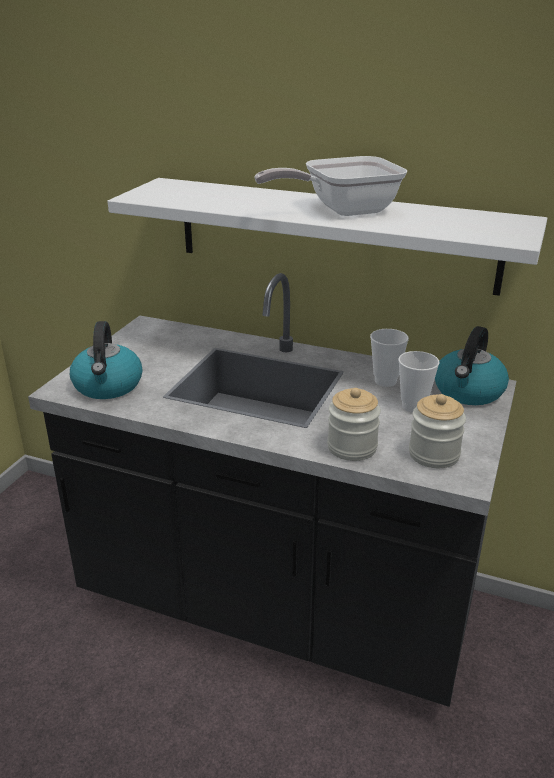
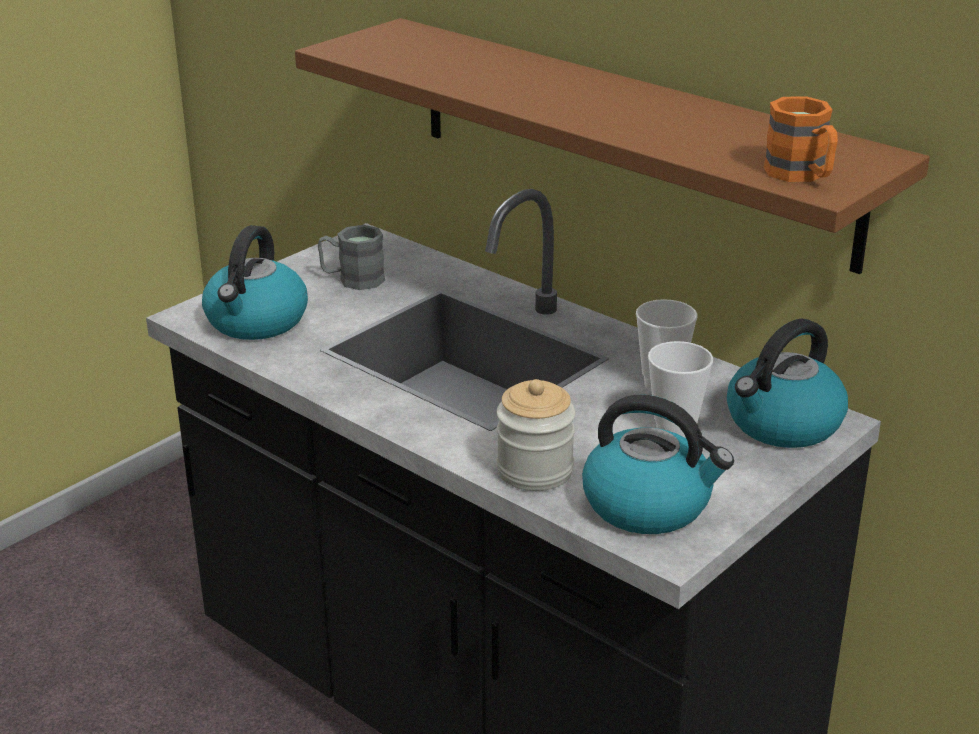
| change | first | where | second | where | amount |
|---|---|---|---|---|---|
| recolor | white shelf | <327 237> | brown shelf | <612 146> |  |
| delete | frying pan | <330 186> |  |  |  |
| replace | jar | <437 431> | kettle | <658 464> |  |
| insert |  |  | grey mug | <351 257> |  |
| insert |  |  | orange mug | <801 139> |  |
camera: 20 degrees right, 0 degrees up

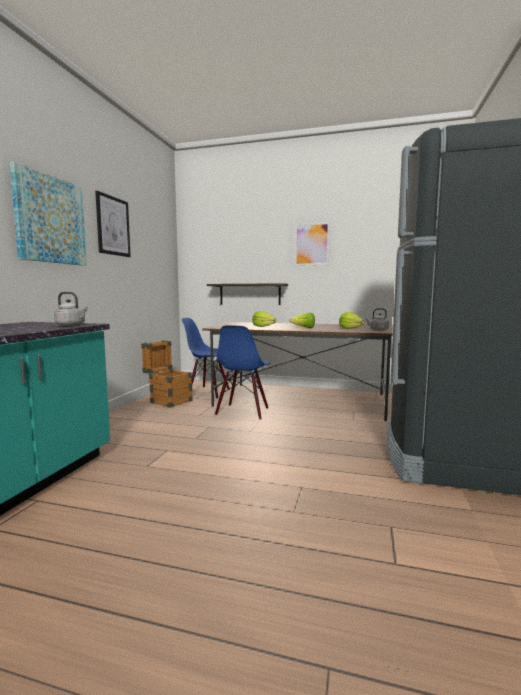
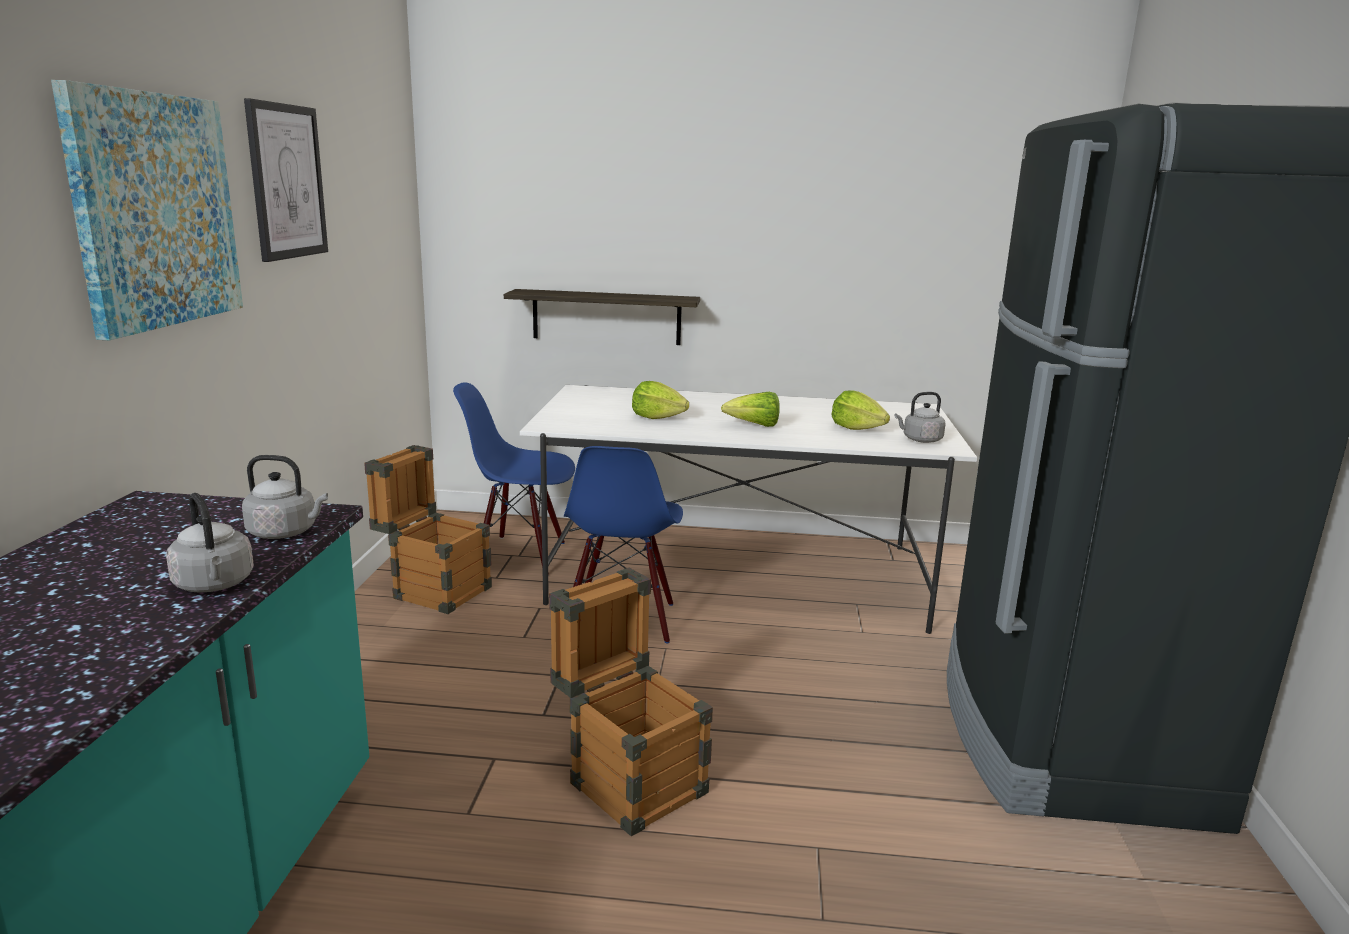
| change | first | where | second | where | amount |
|---|---|---|---|---|---|
| recolor | brown dining table | <297 371> | white dining table | <748 509> |  |
| delete | picture | <312 244> |  |  |  |
| insert |  |  | grey kettle | <210 543> |  |
| insert |  |  | crate | <631 702> |  |
camera: 10 degrees left, 10 degrees up

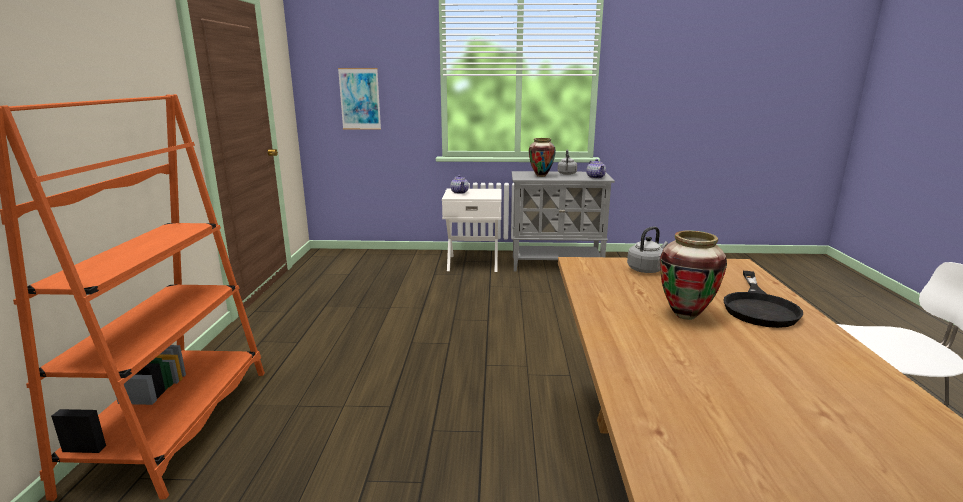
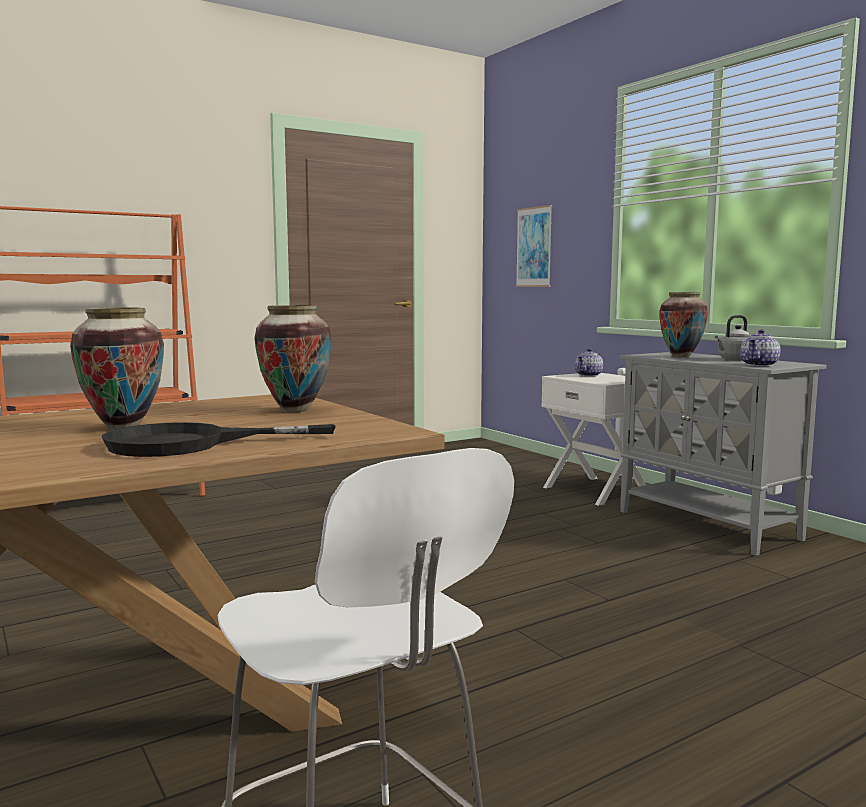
| change | first | where | second | where | amount |
|---|---|---|---|---|---|
| replace | grey kettle | <647 249> | vase | <293 358> |  |
camera: 55 degrees right, 10 degrees down

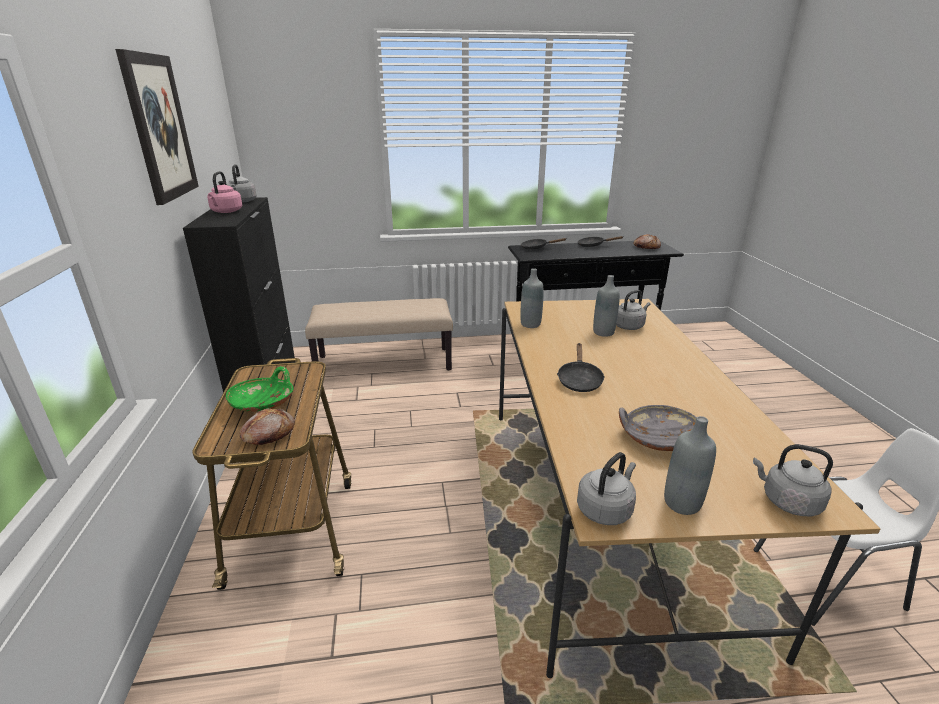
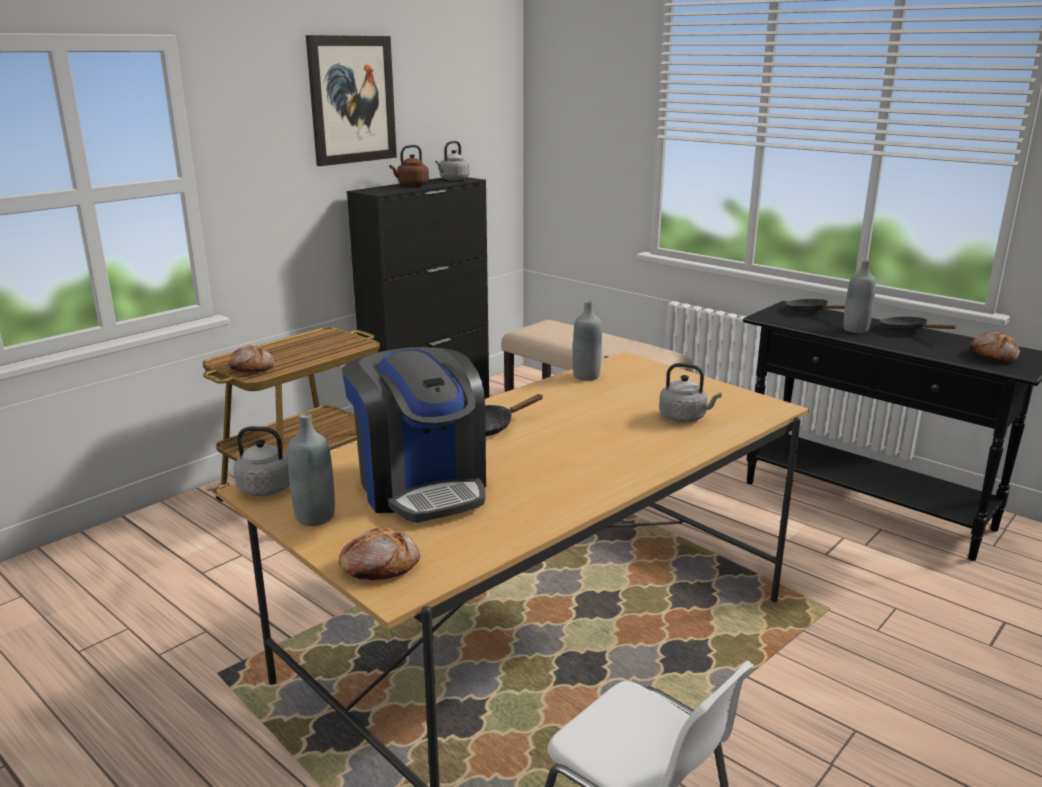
| change | first | where | second | where | amount |
|---|---|---|---|---|---|
| recolor | pink kettle | <224 192> | brown kettle | <409 165> |  |
| delete | green bowl | <260 389> |  |  |  |
| move | grey bottle | <606 306> |  | <859 296> |  |
| replace | grey bowl | <658 428> | coffee machine | <414 435> |  |
| replace | grey kettle | <793 480> | bread | <379 553> |  |
camera: 50 degrees right, 5 degrees down

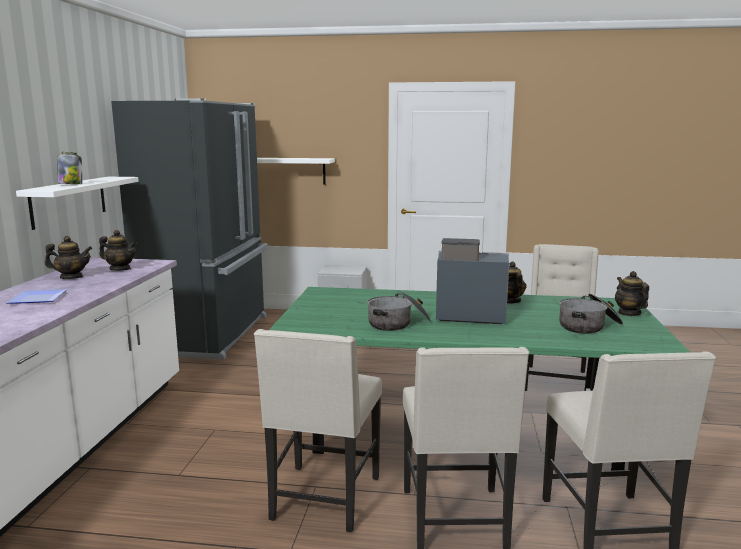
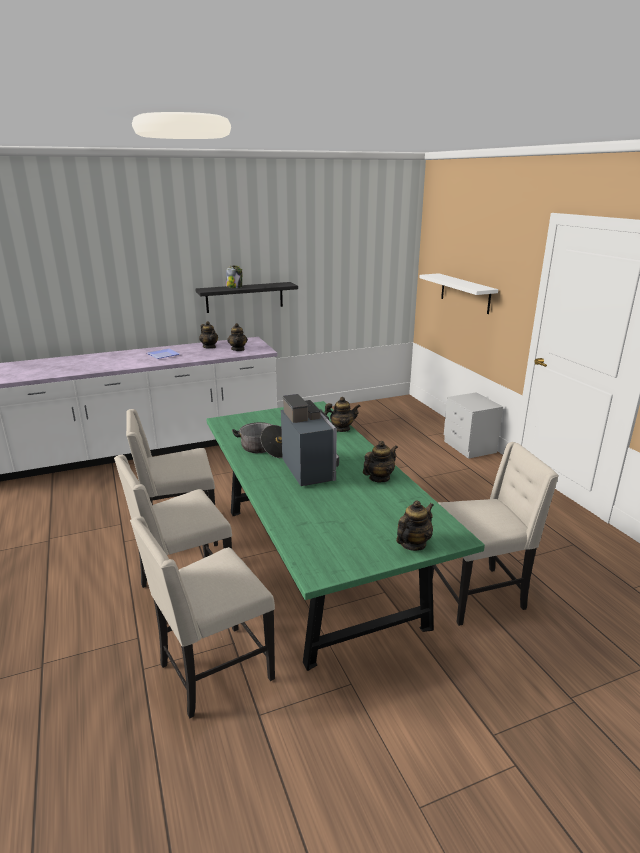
| change | first | where | second | where | amount |
|---|---|---|---|---|---|
| recolor | white shelf | <77 203> | black shelf | <246 297> |  |
| delete | black fridge | <189 229> |  |  |  |
| delete | cooking pot | <591 313> |  |  |  |
| insert |  |  | teapot | <342 414> |  |
camera: 60 degrees right, 10 degrees up

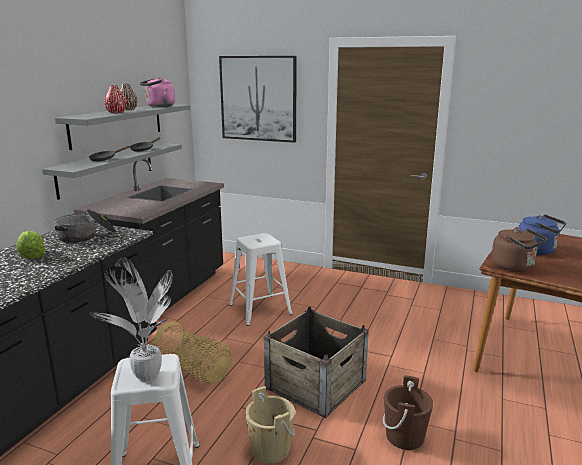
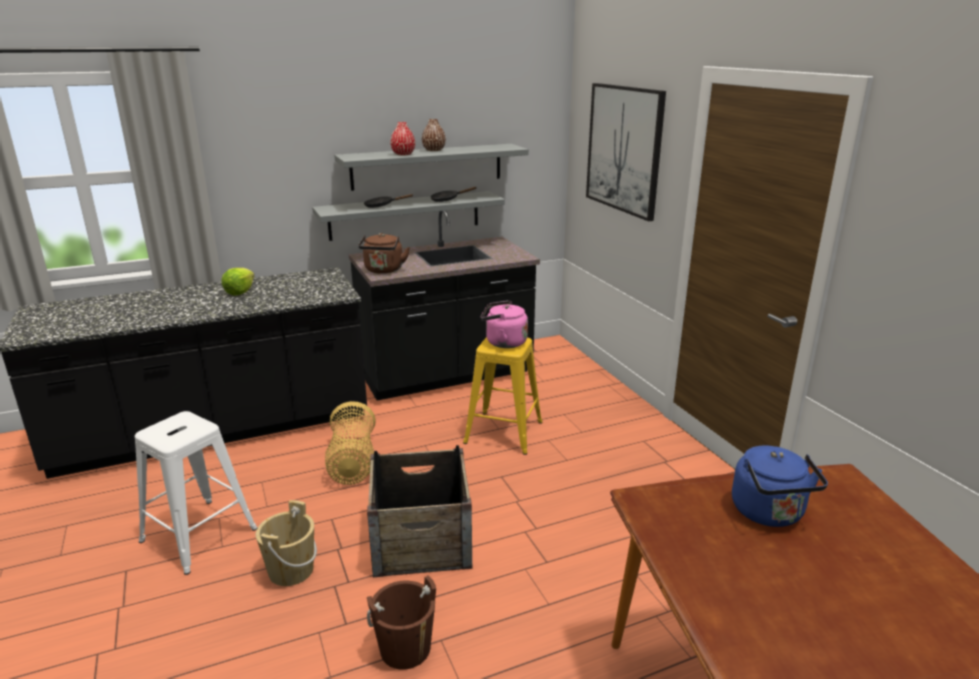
| change | first | where | second | where | amount |
|---|---|---|---|---|---|
| delete | cooking pot | <85 226> |  |  |  |
| delete | potted plant | <131 320> |  |  |  |
| move | pink kettle | <157 92> |  | <504 324> |  |
| recolor | white stool | <261 279> | yellow stool | <503 396> |  |
| move | brown kettle | <519 250> |  | <384 253> |  |
camera: 45 degrees right, 5 degrees up

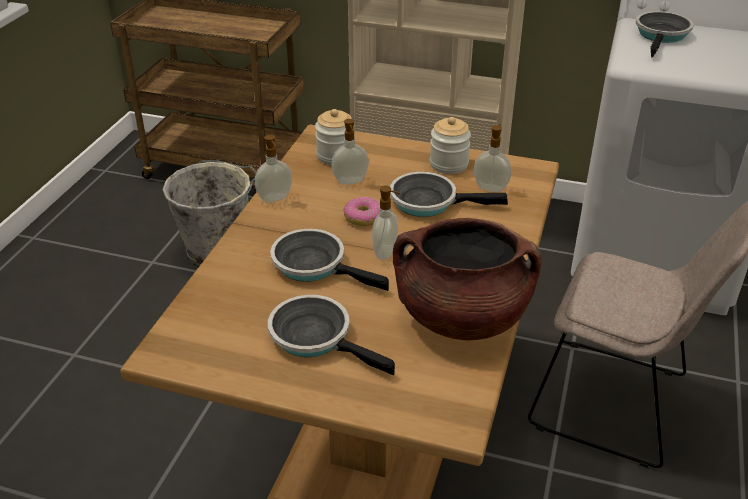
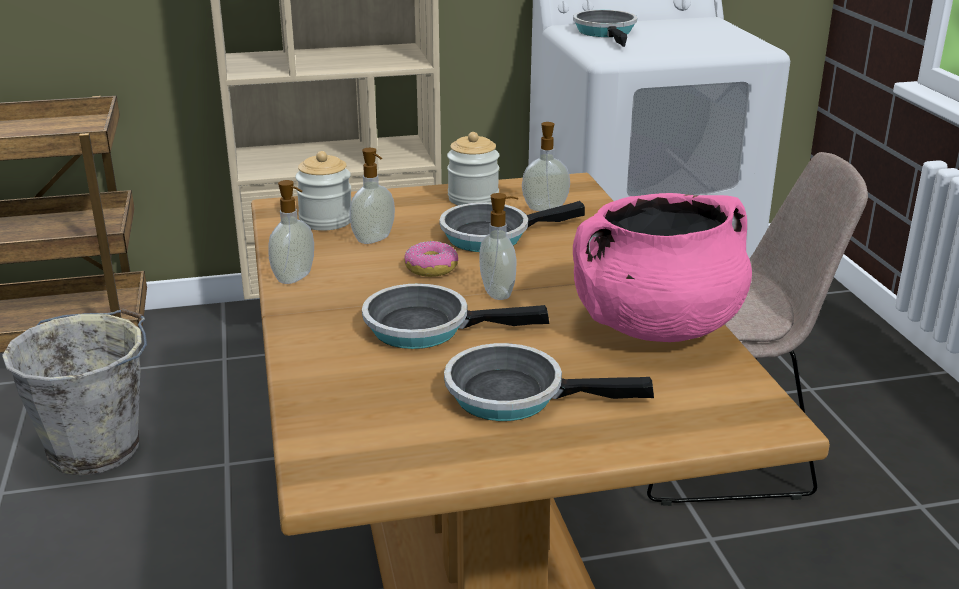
| change | first | where | second | where | amount |
|---|---|---|---|---|---|
| recolor | brown cooking pot | <467 279> | pink cooking pot | <662 267> |  |
camera: 30 degrees left, 10 degrees down

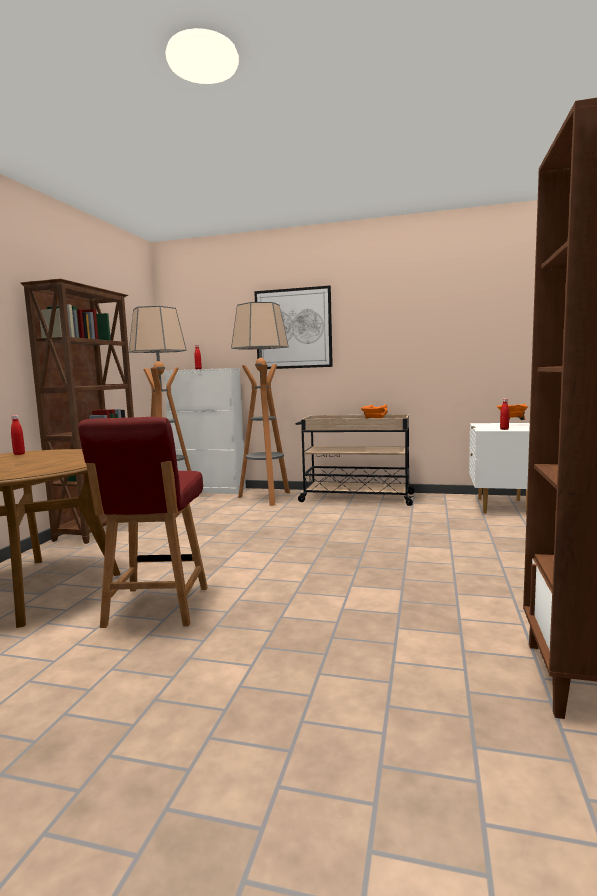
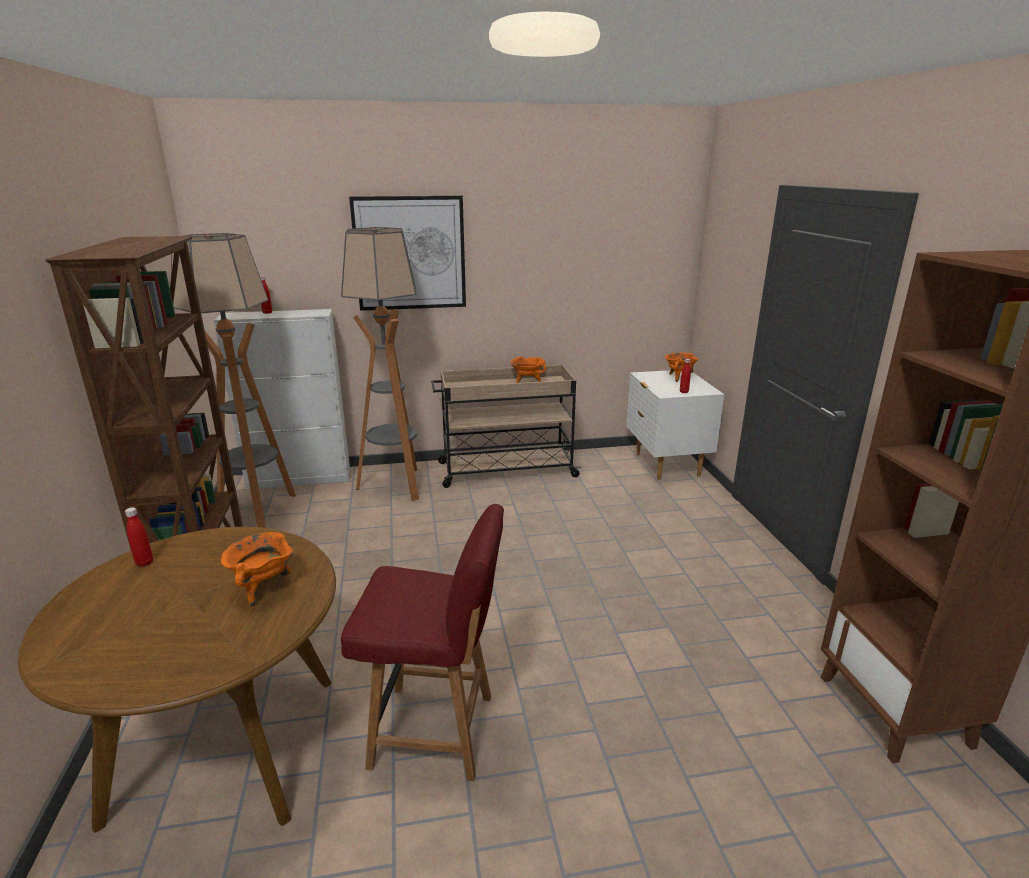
| change | first | where | second | where | amount |
|---|---|---|---|---|---|
| rotate | red chair | <143 522> |  | <422 642> | 60 degrees counterclockwise |
| insert |  |  | orange cooking pot | <257 569> |  |
camera: 25 degrees left, 15 degrees up

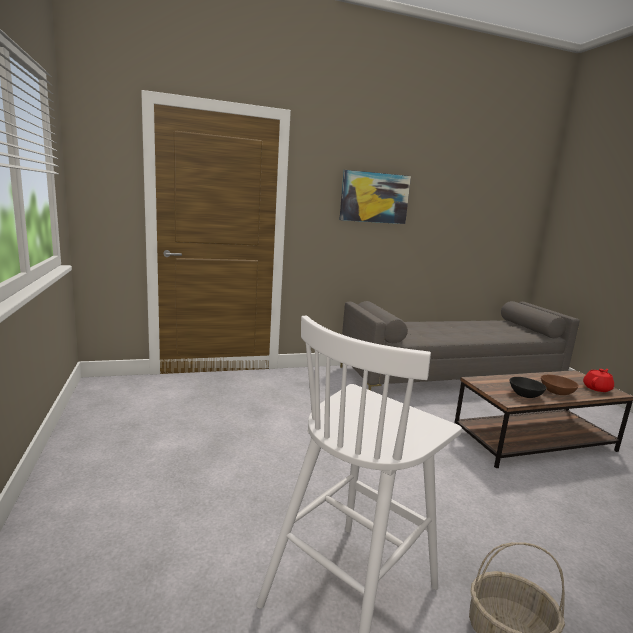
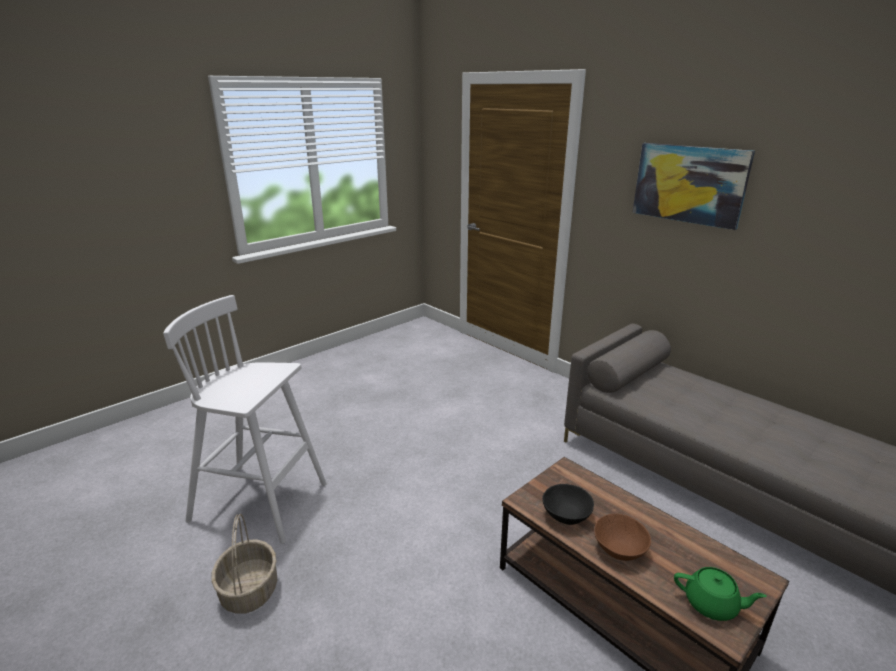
| change | first | where | second | where | amount |
|---|---|---|---|---|---|
| recolor | red teapot | <598 380> | green teapot | <720 594> |  |
camera: 65 degrees right, 10 degrees up

